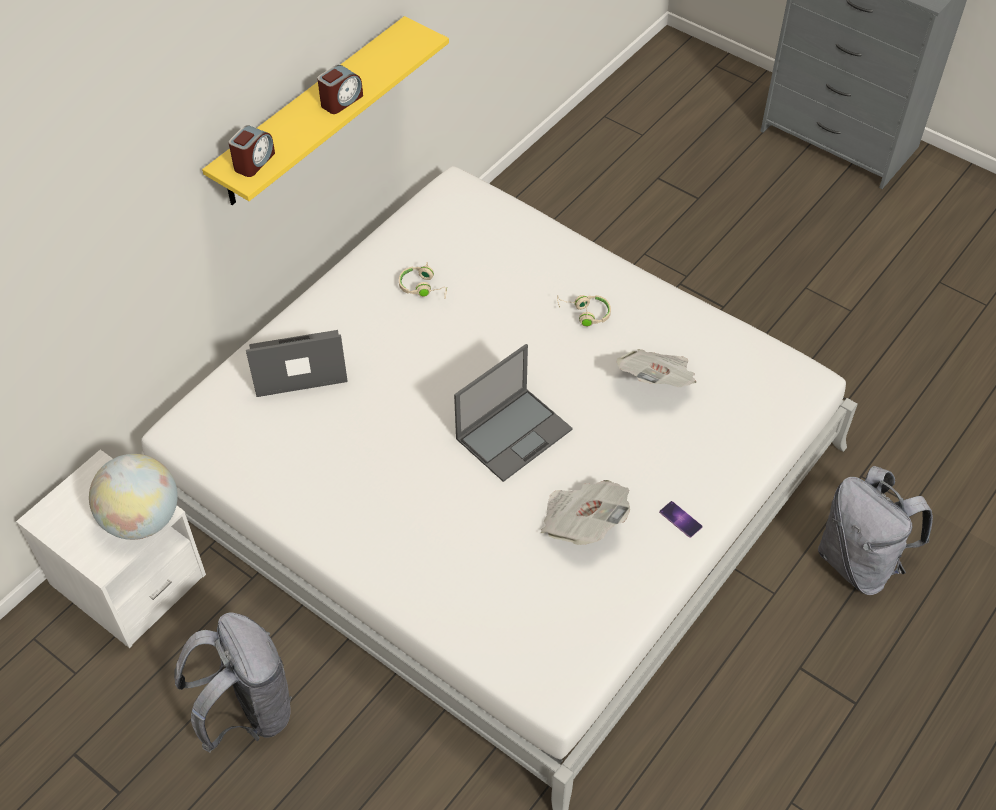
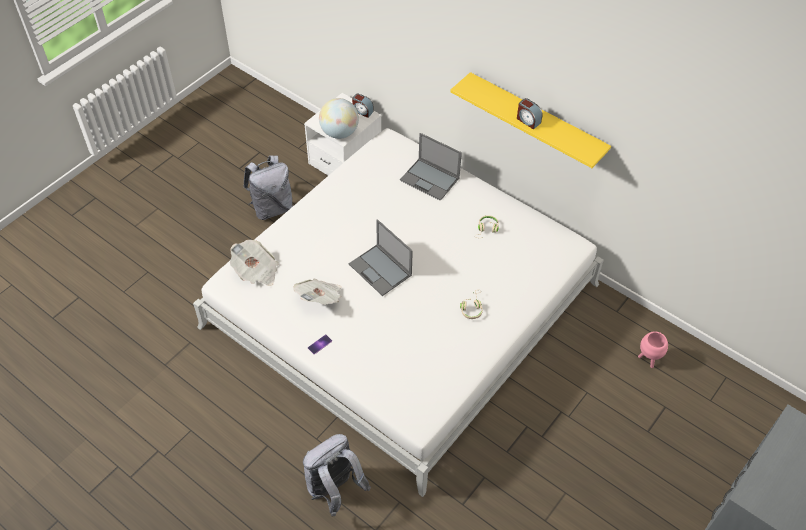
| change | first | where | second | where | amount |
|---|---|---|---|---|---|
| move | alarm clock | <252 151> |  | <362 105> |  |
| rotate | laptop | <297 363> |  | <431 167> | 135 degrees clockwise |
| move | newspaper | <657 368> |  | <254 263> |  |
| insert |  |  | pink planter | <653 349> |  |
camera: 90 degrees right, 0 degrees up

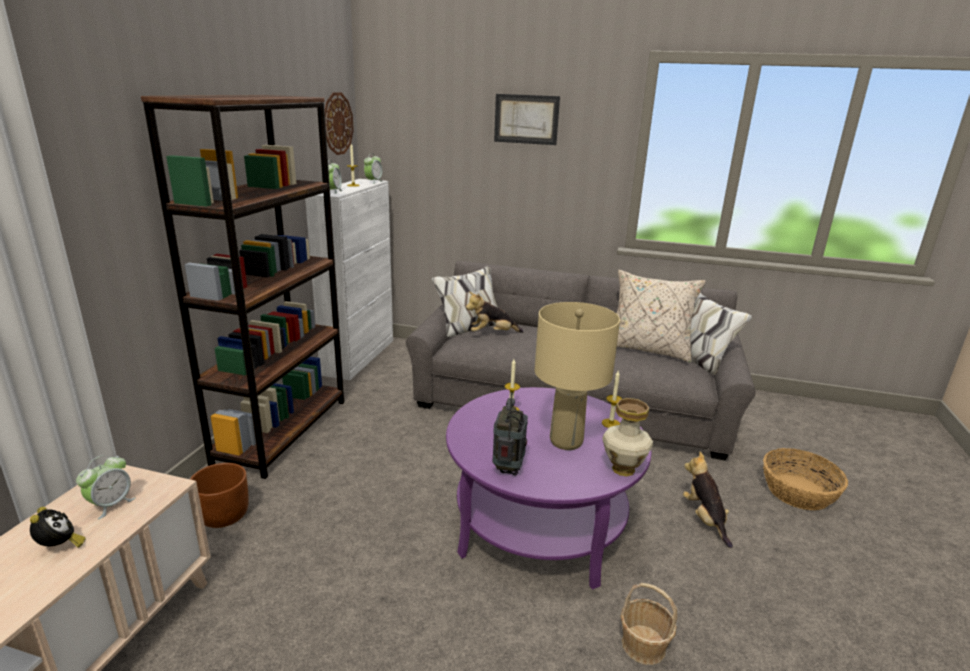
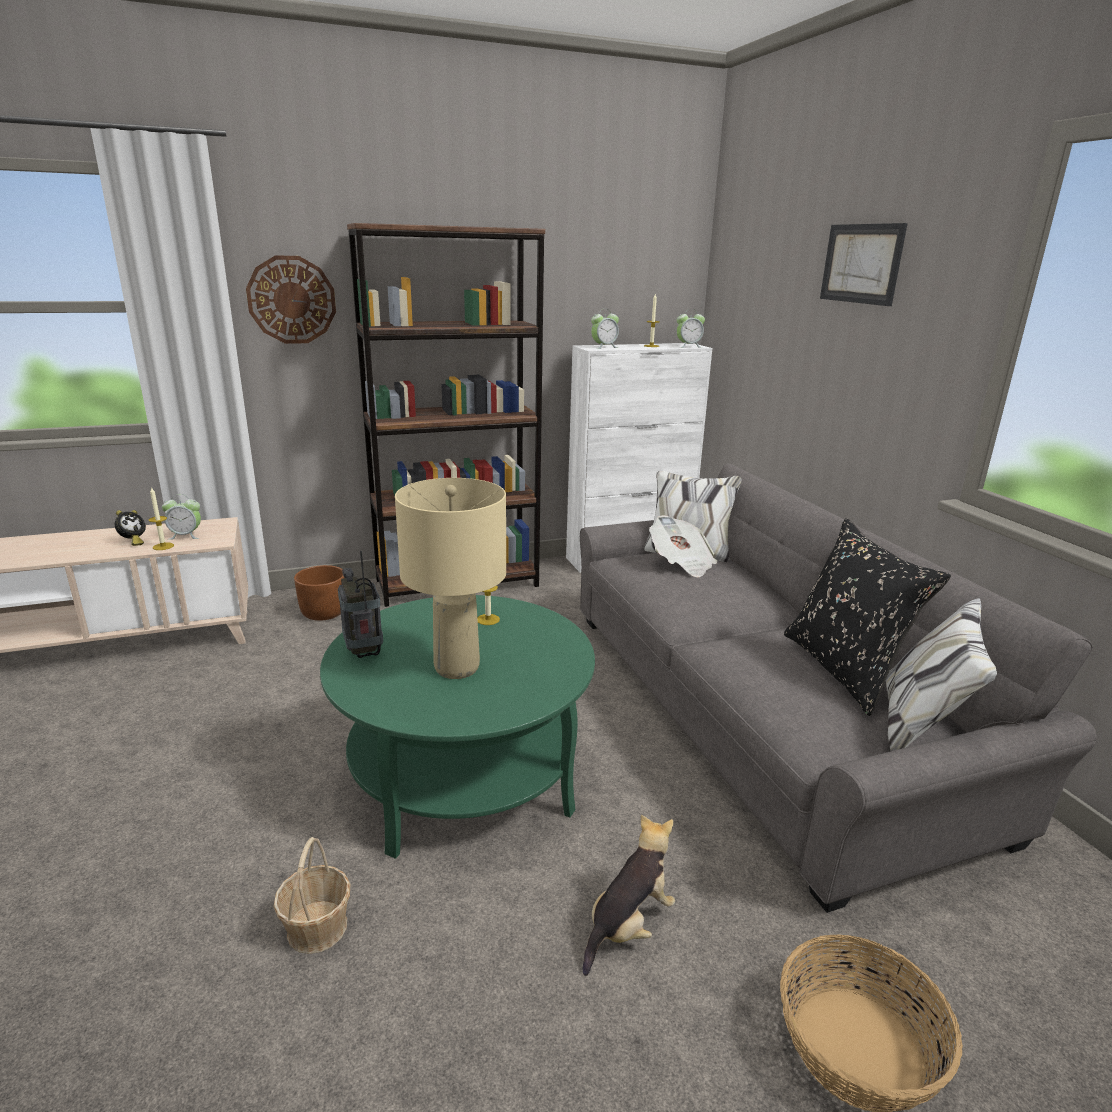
| change | first | where | second | where | amount |
|---|---|---|---|---|---|
| move | wall clock | <339 124> |  | <291 299> |  |
| recolor | purple coffee table | <548 488> | green coffee table | <457 727> |  |
| replace | plush toy | <494 312> | newspaper | <683 546> |  |
| rotate | radio | <510 433> |  | <360 604> | 90 degrees counterclockwise |
| move | candle | <612 399> |  | <161 518> |  |
| delete | vase | <627 437> |  |  |  |
| recolor | beige pillow | <661 316> | black pillow | <867 617> |  |
camera: 55 degrees right, 0 degrees up

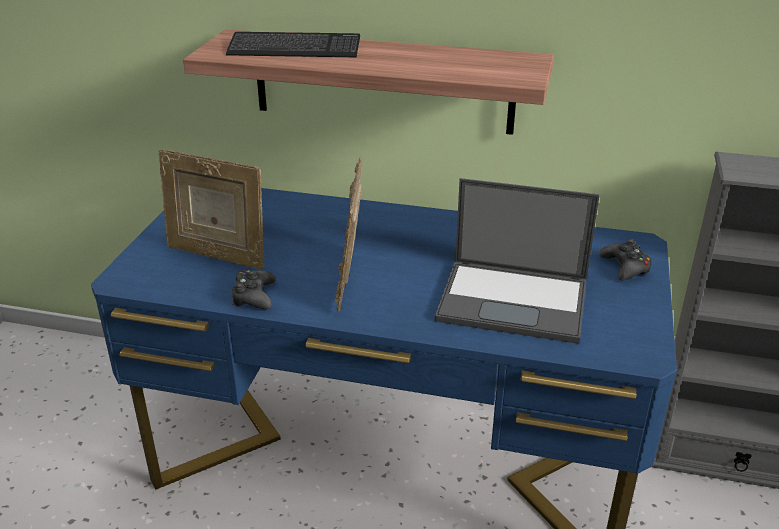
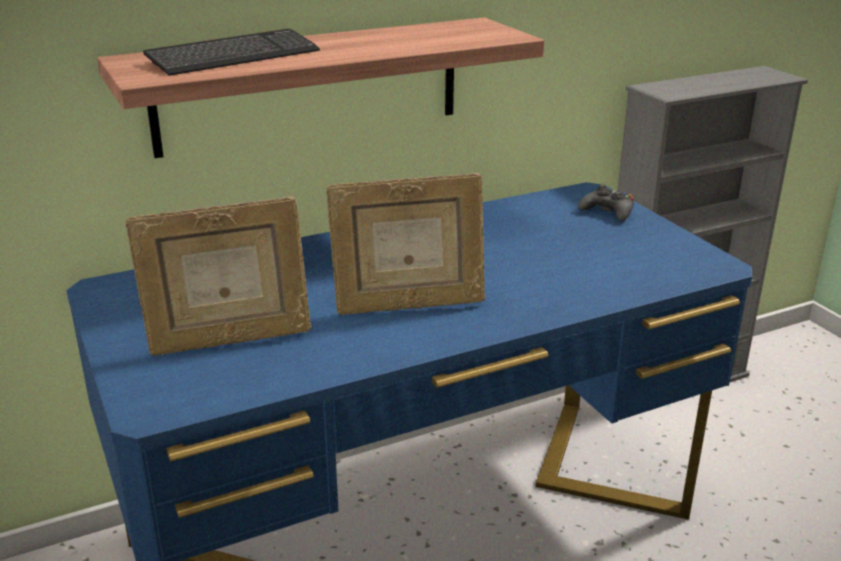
| change | first | where | second | where | amount |
|---|---|---|---|---|---|
| delete | black game controller | <254 289> |  |  |  |
| rotate | picture frame | <348 234> |  | <405 244> | 60 degrees counterclockwise |
| delete | laptop | <517 261> |  |  |  |
camera: 40 degrees left, 5 degrees down

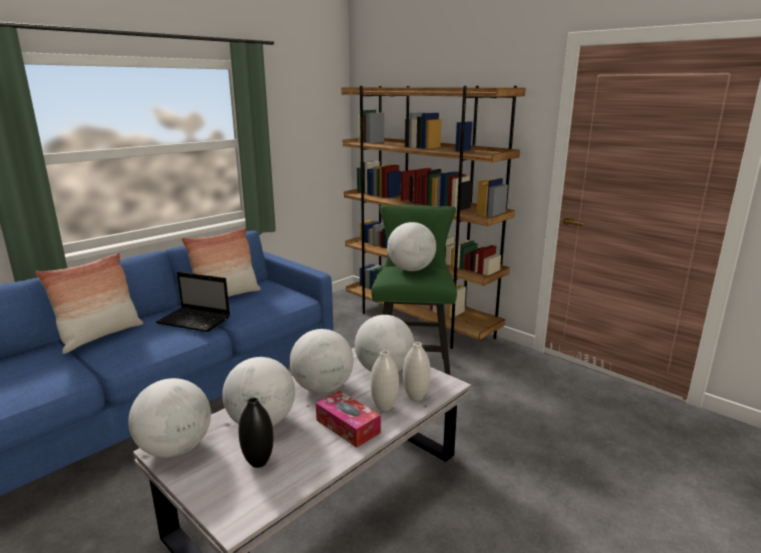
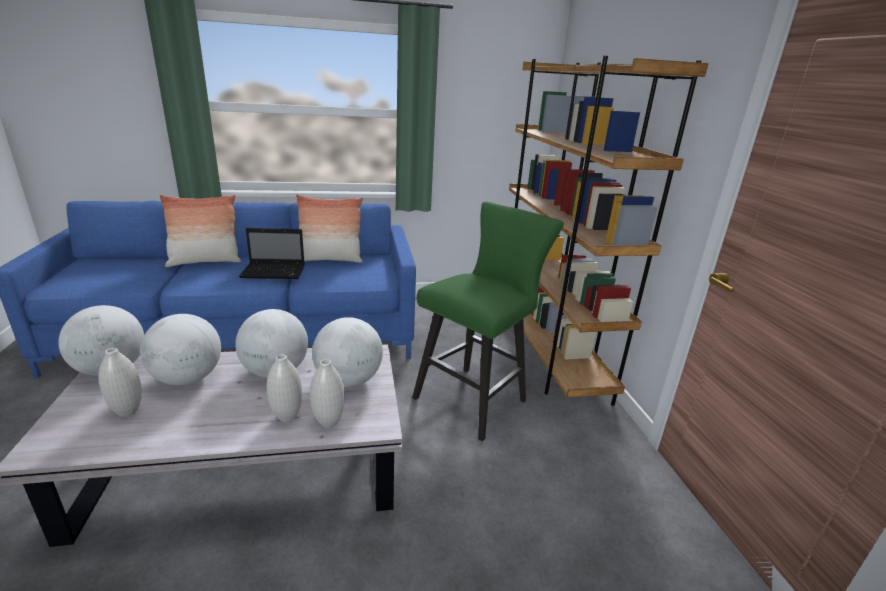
| change | first | where | second | where | amount |
|---|---|---|---|---|---|
| rotate | laptop | <193 302> |  | <272 253> | 60 degrees counterclockwise |
| recolor | black vase | <255 432> | white vase | <120 382> |  |
| delete | tissue box | <348 419> |  |  |  |
| delete | globe | <411 246> |  |  |  |
camera: 35 degrees right, 5 degrees up

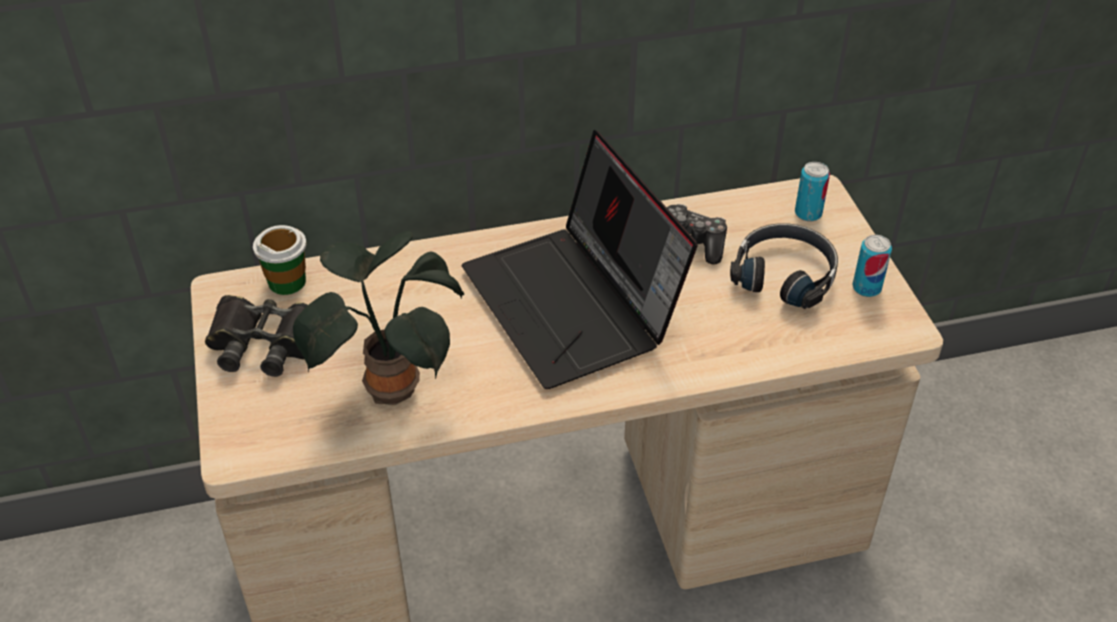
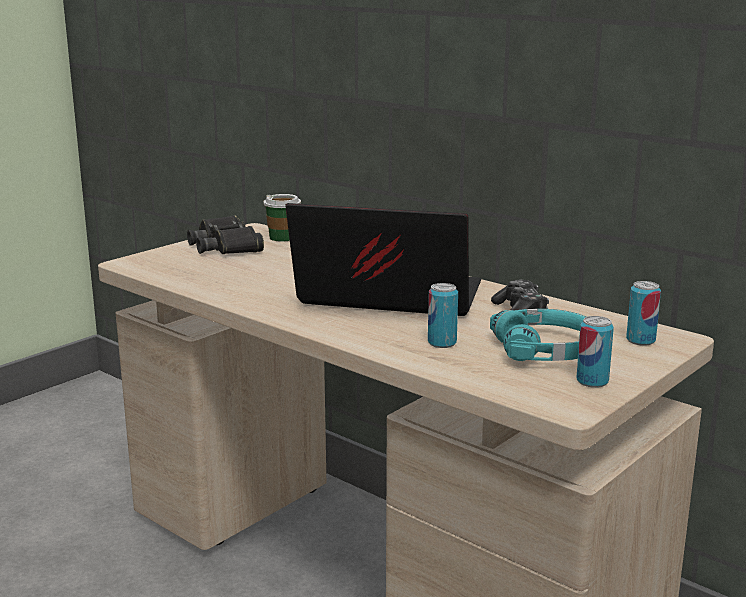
| change | first | where | second | where | amount |
|---|---|---|---|---|---|
| delete | potted plant | <378 318> |  |  |  |
| rotate | laptop | <580 259> |  | <383 259> | 75 degrees clockwise |
| recolor | black headphones | <784 266> | turquoise headphones | <538 335> |  |
| insert |  |  | can | <443 315> |  |
camera: 55 degrees right, 25 degrees down

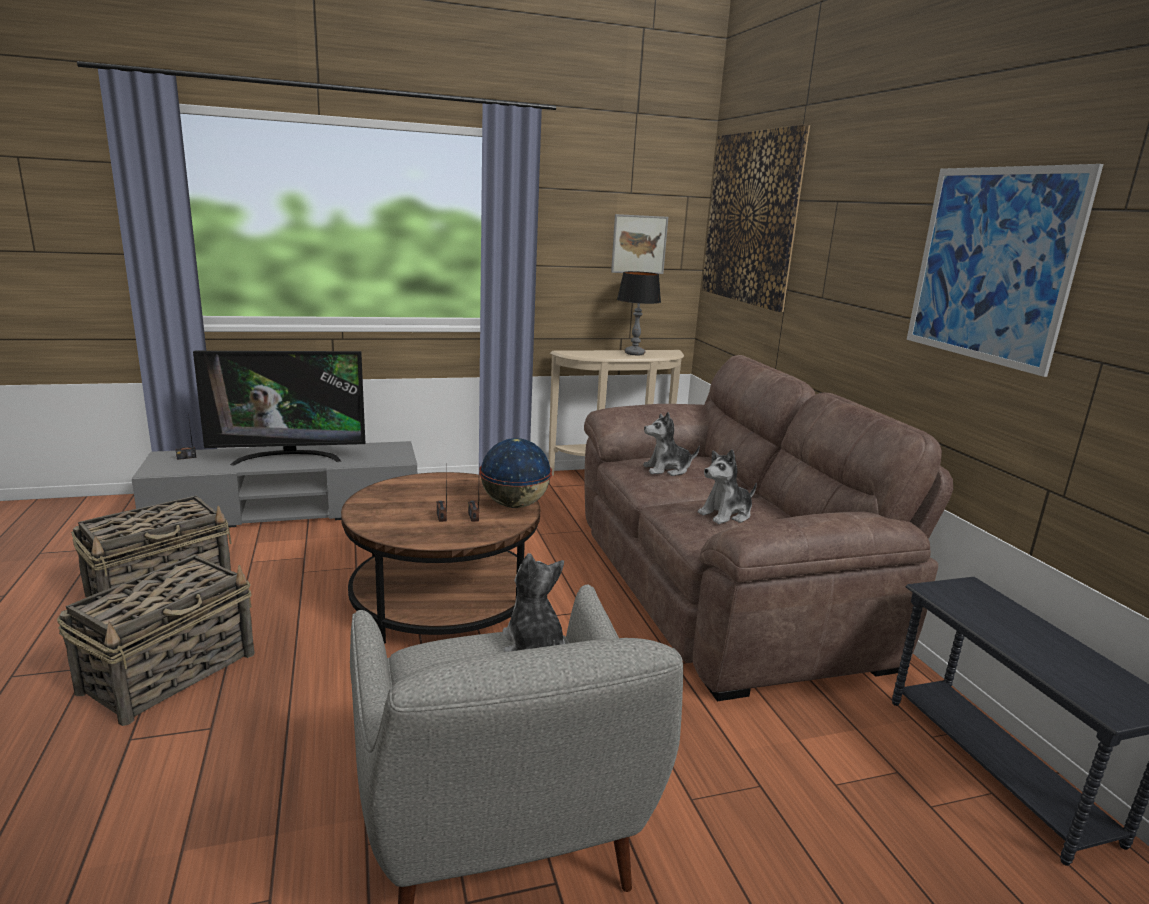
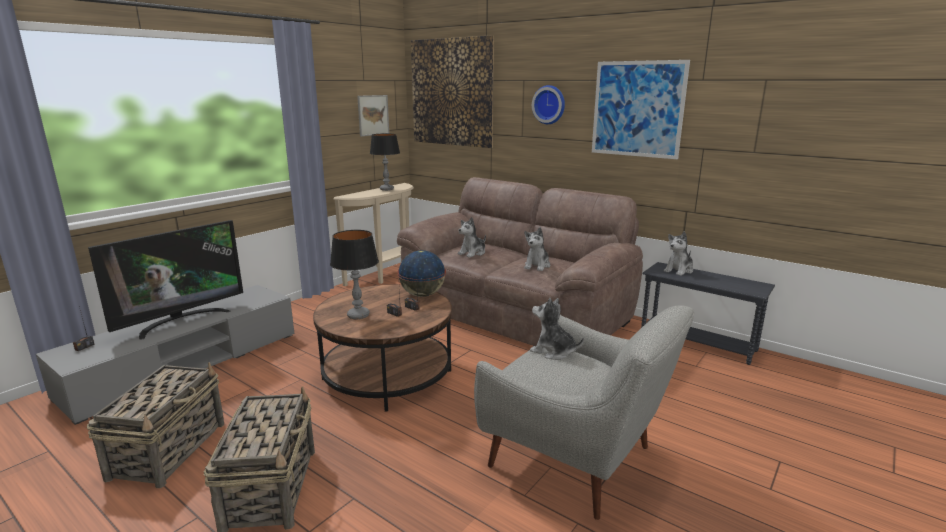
| change | first | where | second | where | amount |
|---|---|---|---|---|---|
| insert |  |  | table lamp | <354 274> |  |
| insert |  |  | wall clock | <548 104> |  |
| insert |  |  | plush toy | <678 254> |  |
camera: 35 degrees left, 0 degrees up

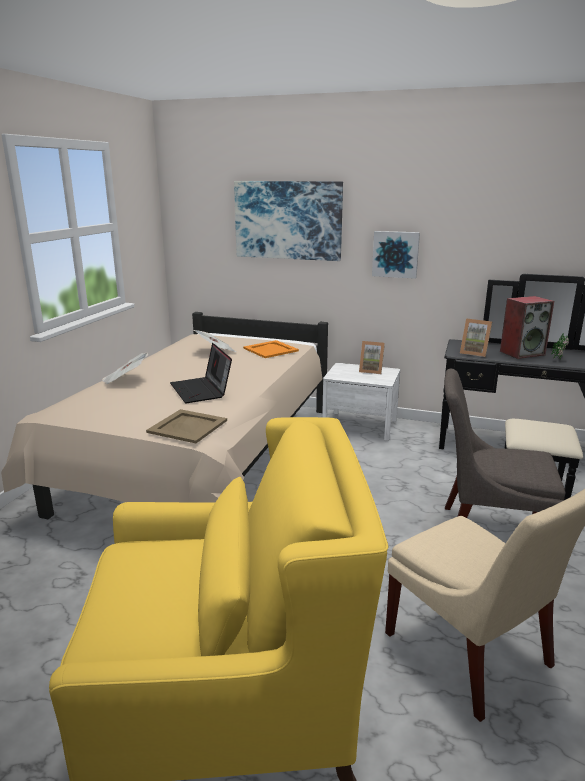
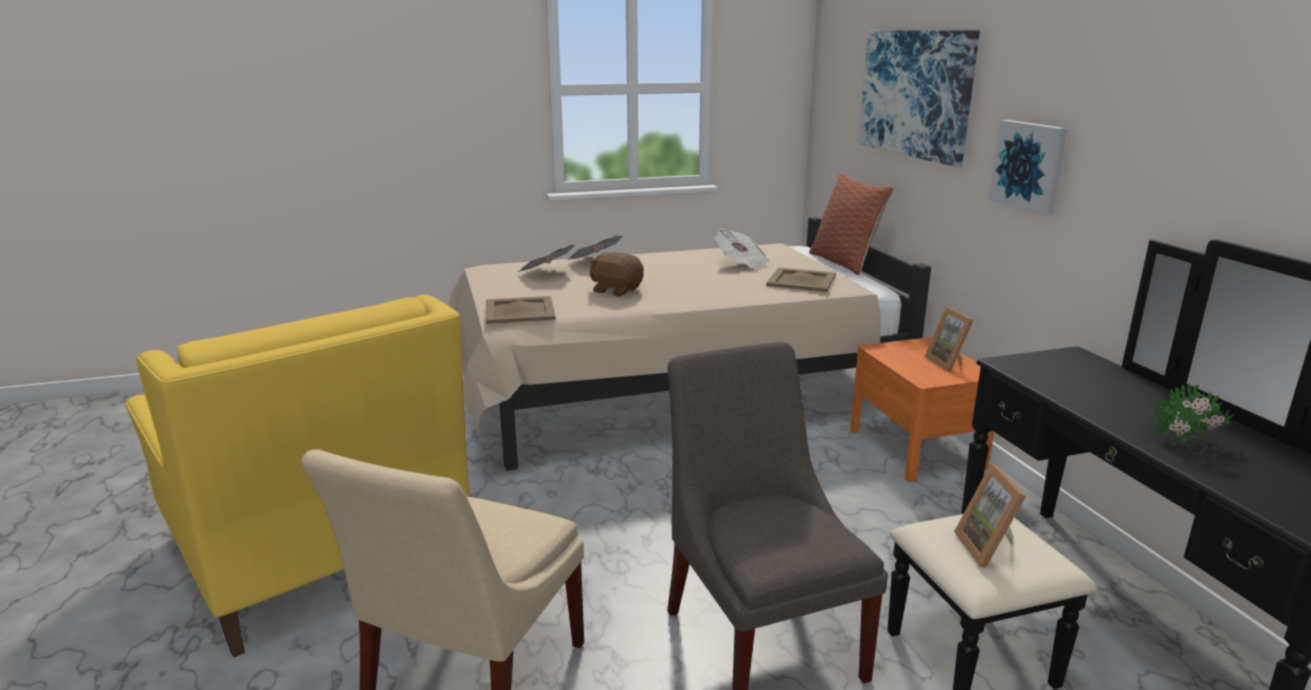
| change | first | where | second | where | amount |
|---|---|---|---|---|---|
| replace | laptop | <201 373> | brown plush toy | <617 274> |  |
| recolor | orange tray | <271 349> | beige tray | <801 280> |  |
| recolor | white nightstand | <361 402> | orange nightstand | <922 409> |  |
| move | picture frame | <476 337> |  | <990 515> |  |
| delete | speaker | <527 327> |  |  |  |
| insert |  |  | newspaper | <546 258> |  |
| insert |  |  | pillow | <851 224> |  |
camera: 55 degrees right, 0 degrees up

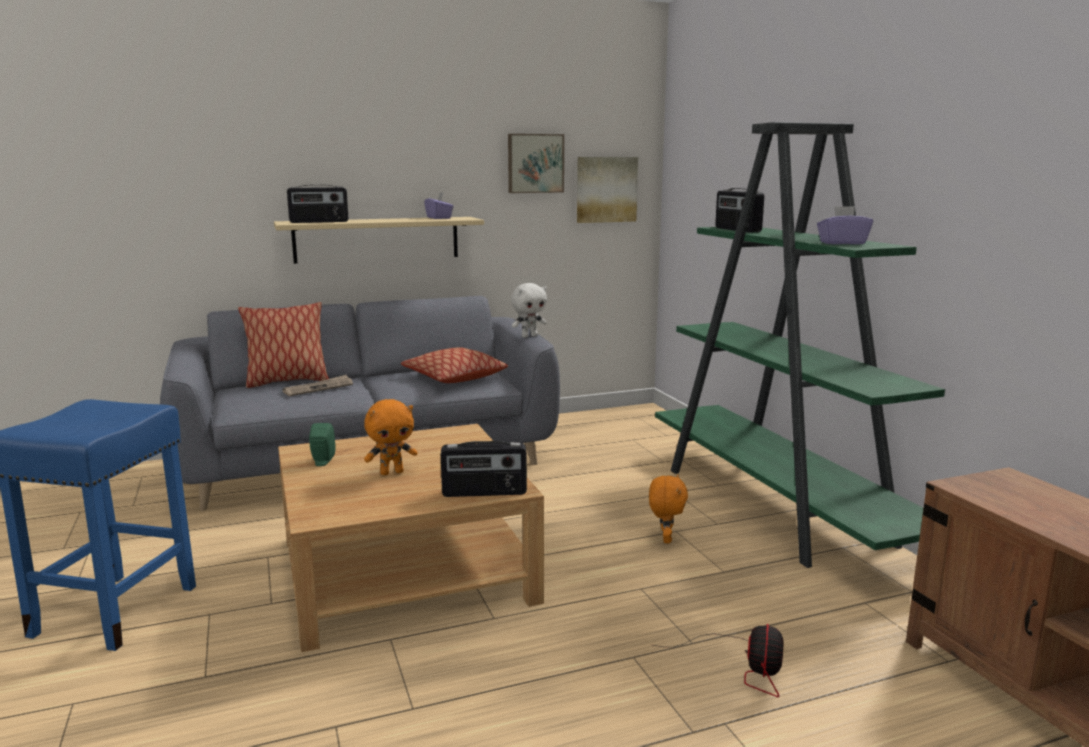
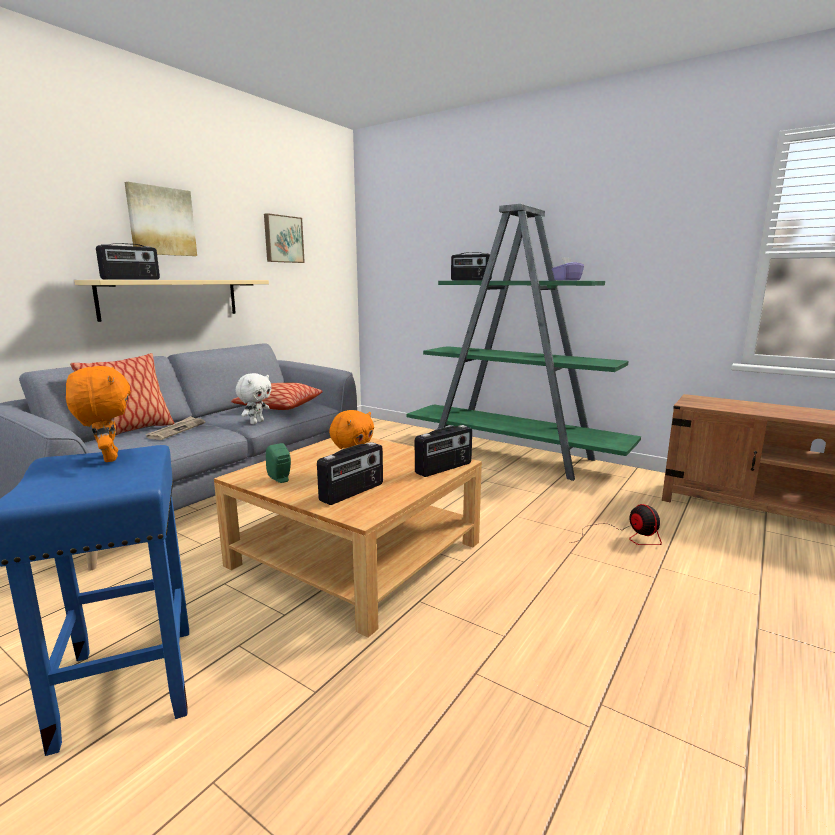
| change | first | where | second | where | amount |
|---|---|---|---|---|---|
| delete | purple tissue box | <439 205> |  |  |  |
| move | white plush toy | <529 310> |  | <254 398> |  |
| move | picture | <607 190> |  | <160 219> |  |
| move | orange plush toy | <668 509> |  | <98 414> |  |
| insert |  |  | radio | <350 473> |  |
camera: 35 degrees left, 0 degrees up

